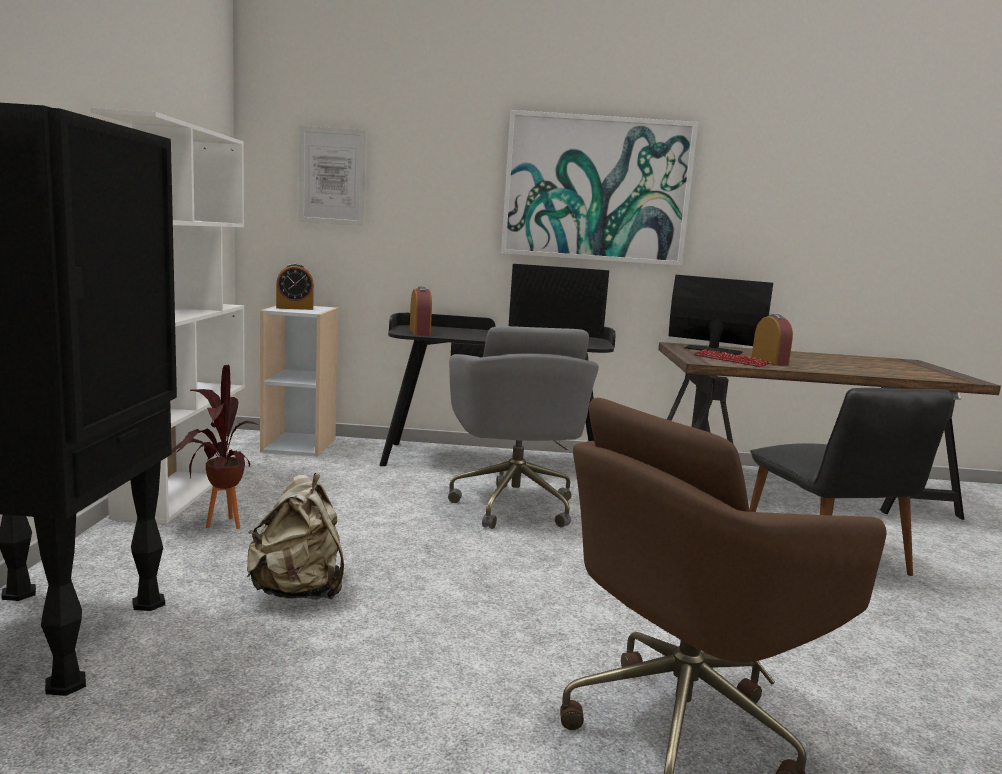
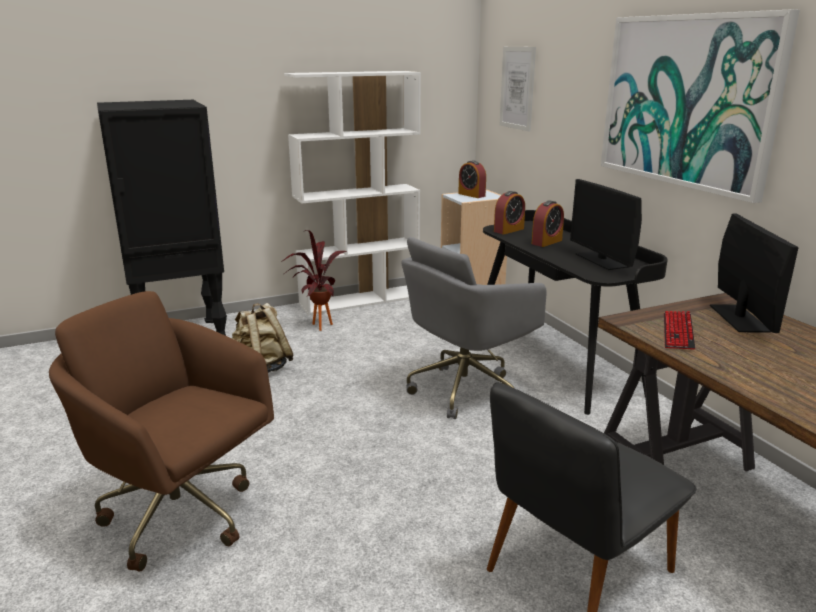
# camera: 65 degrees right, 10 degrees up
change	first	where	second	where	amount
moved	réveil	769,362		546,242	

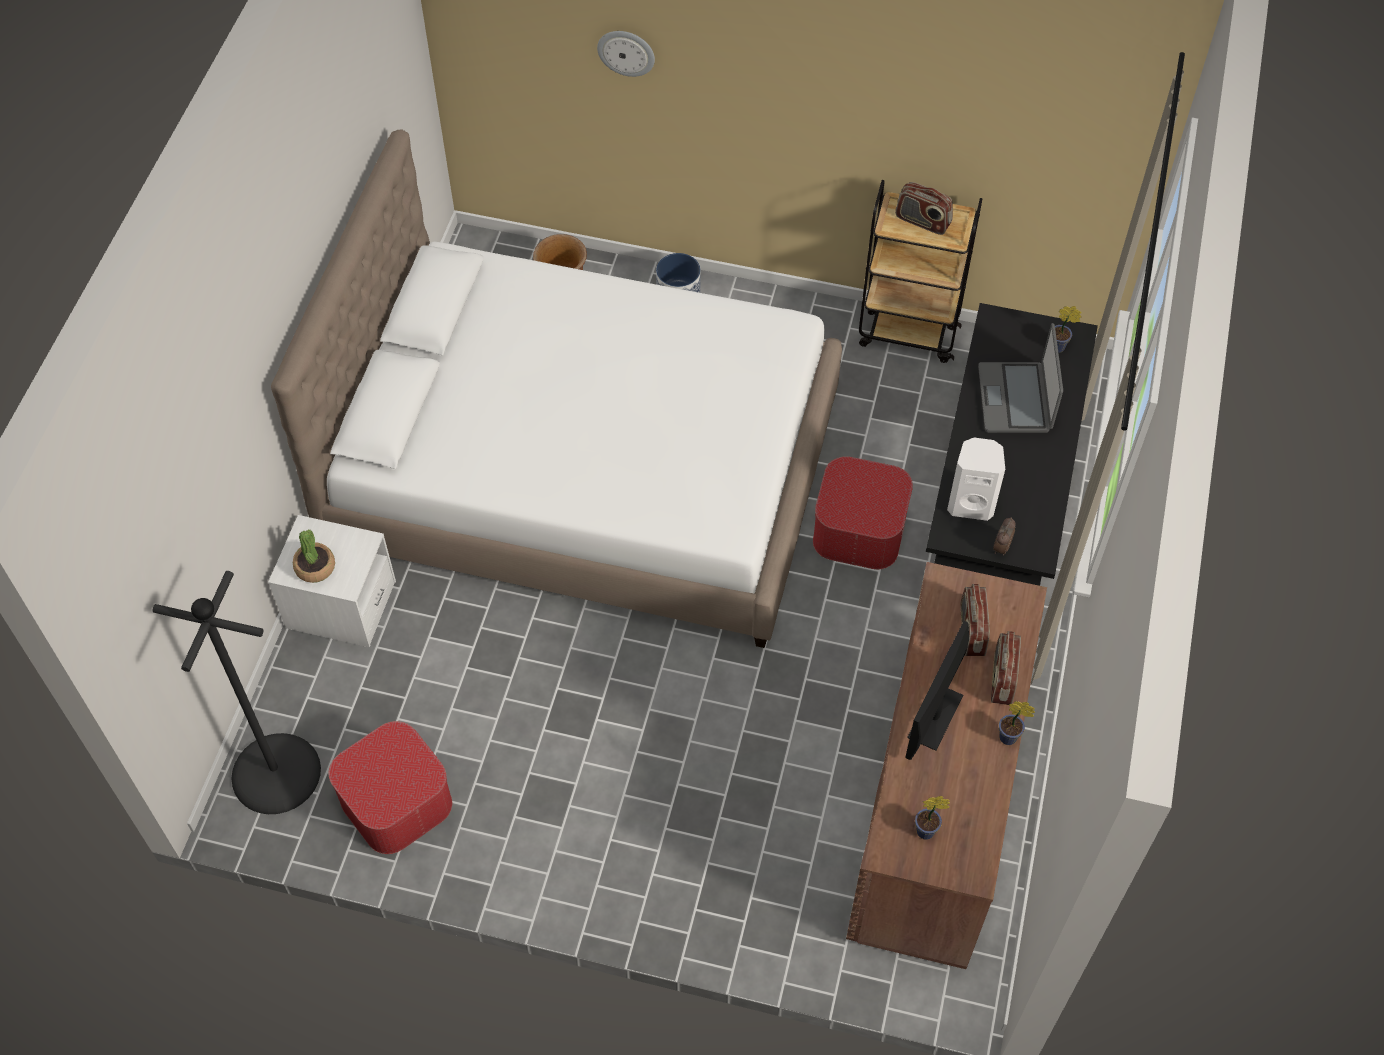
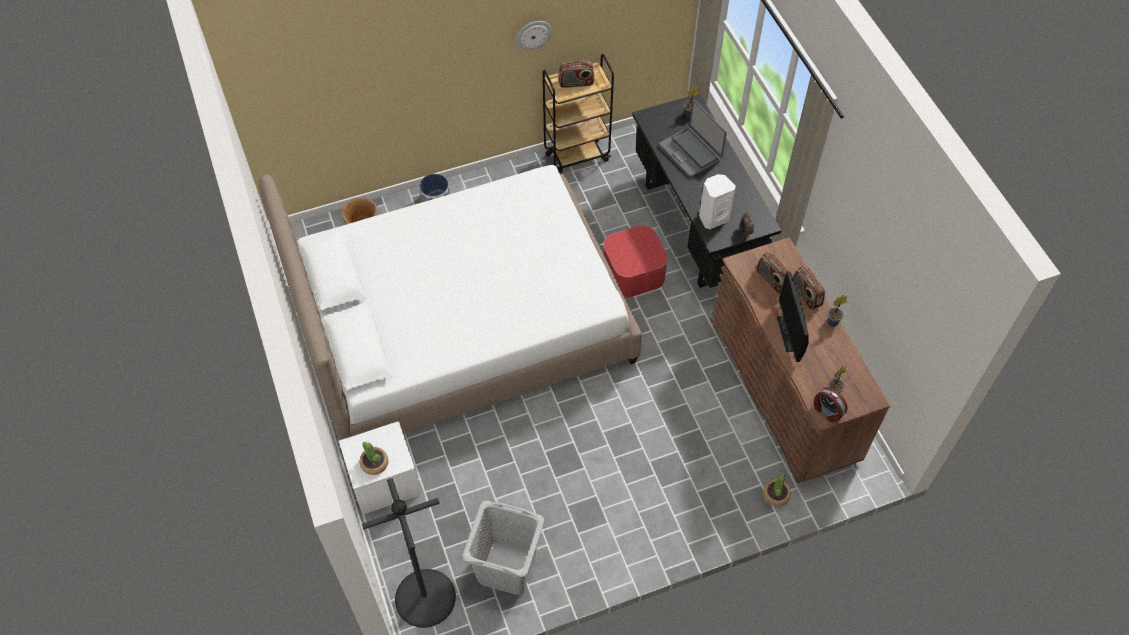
# camera: 35 degrees left, 0 degrees up
change	first	where	second	where	amount
replaced	pouf	395,801	panier à linge (gris)	506,568	
moved	horloge murale	626,52		533,34	
added			plante en pot	776,495	
added			réveil	827,411	

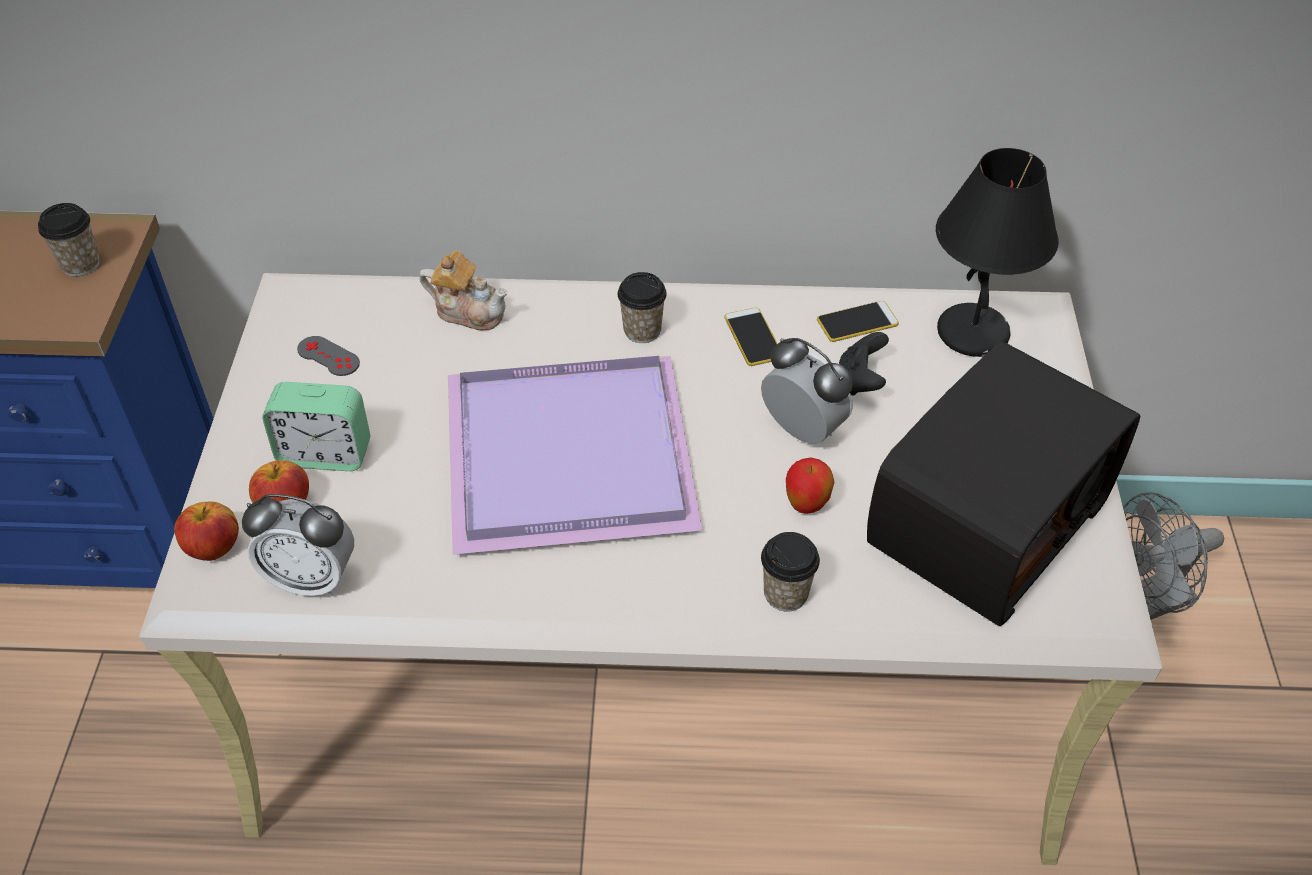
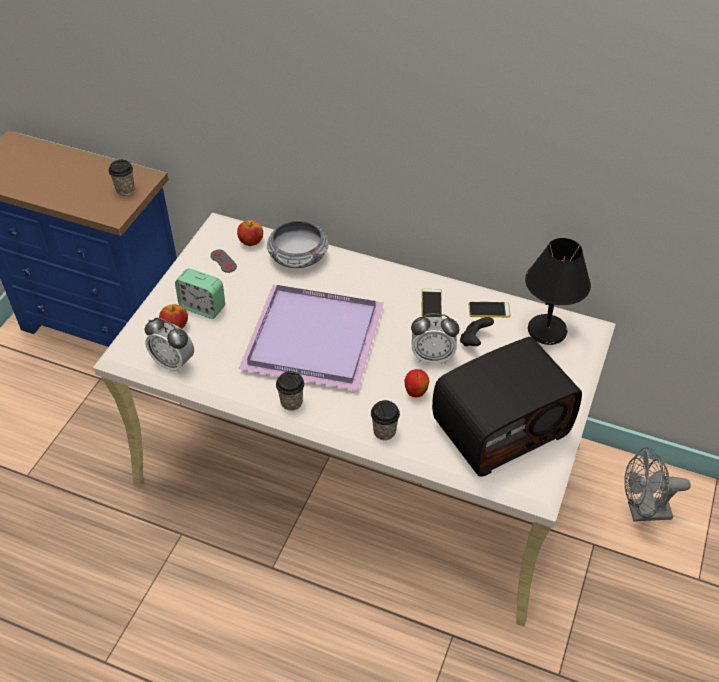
# camera: 20 degrees right, 0 degrees up
change	first	where	second	where	amount
moved	pomme	213,548		251,242	
replaced	théière	469,311	bol	298,255	
moved	tasse	642,331		291,402	
turned	réveil	802,430		432,356	120 degrees clockwise

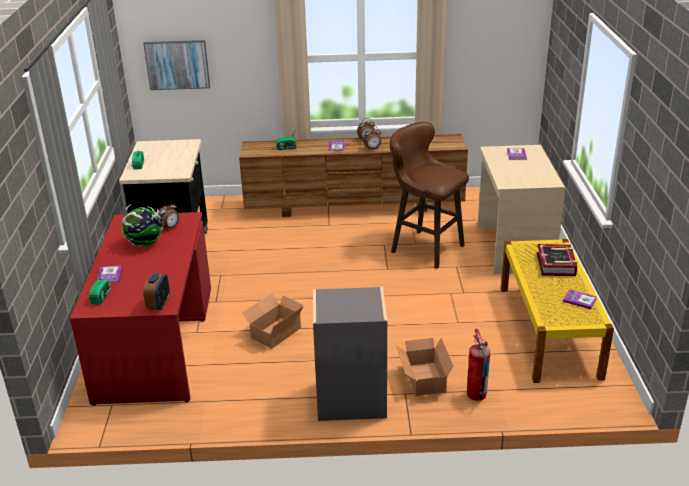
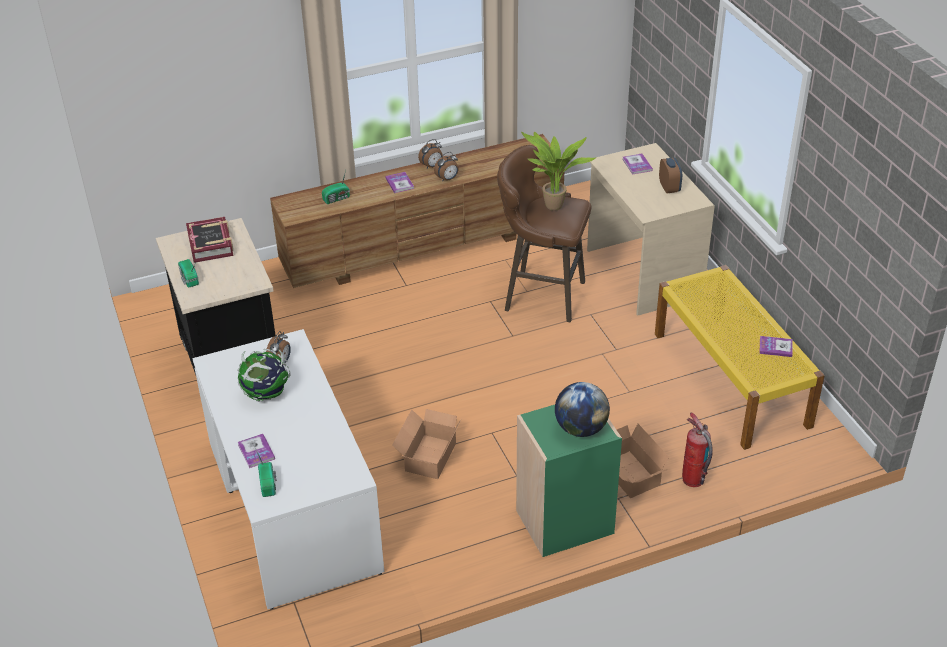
# camera: 20 degrees left, 10 degrees up
change	first	where	second	where	amount
moved	livre	556,264		211,244	
recoloured	bureau (rouge)	155,342	bureau (blanc)	292,506	
recoloured	bibliothèque (gris)	350,401	bibliothèque (vert)	564,523	
added			plante en pot	553,208	
added			globe	580,428	
moved	réveil	159,304		669,188	
removed	tableau	177,64			

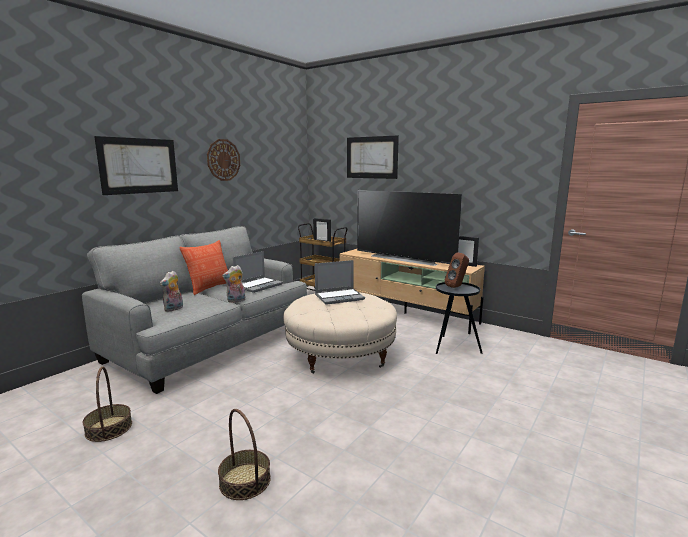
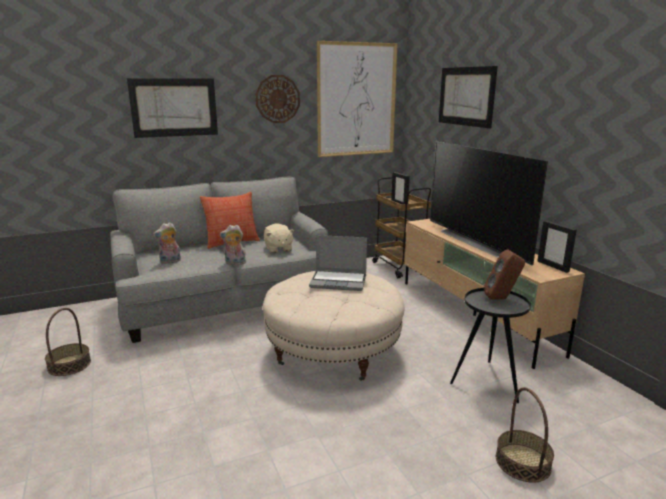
# camera: 30 degrees right, 5 degrees up
change	first	where	second	where	amount
replaced	ordinateur portable	259,285	peluche (beige)	278,249	
added			tableau	356,100	
moved	panier	245,481		523,462	

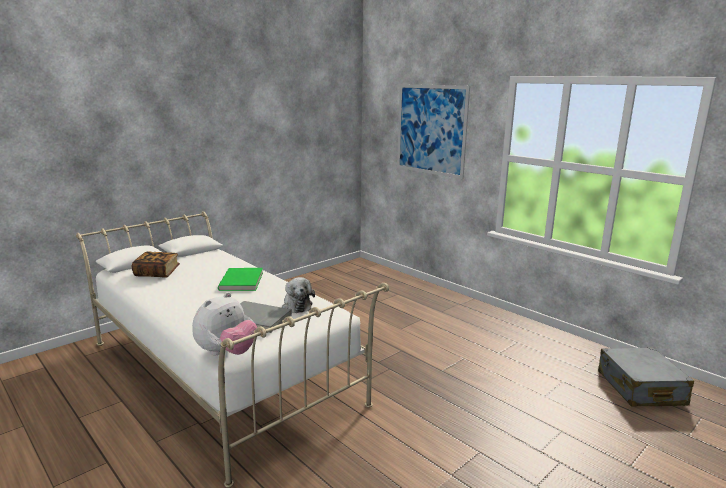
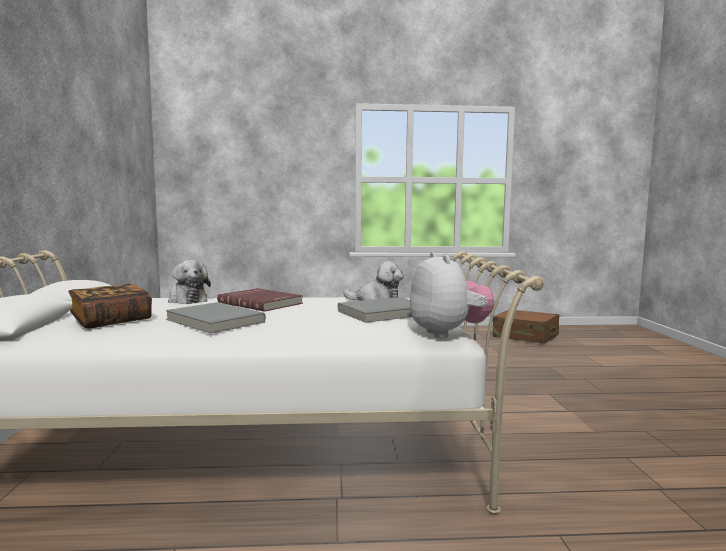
# camera: 50 degrees left, 10 degrees down
change	first	where	second	where	amount
added			livre (gris)	213,321	
added			peluche	187,300	
recoloured	livre (vert)	242,281	livre (rouge)	261,302	
recoloured	valise (gris)	640,388	valise (marron)	525,336	
removed	tableau	431,130			

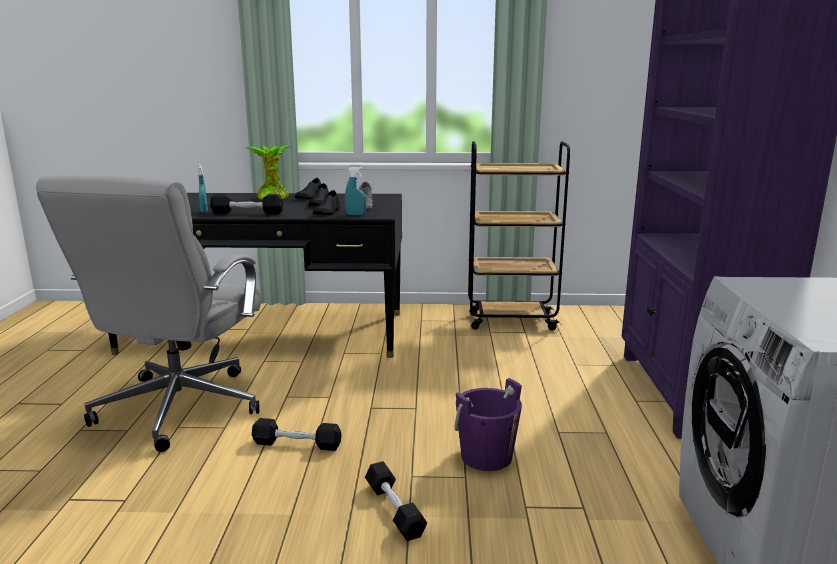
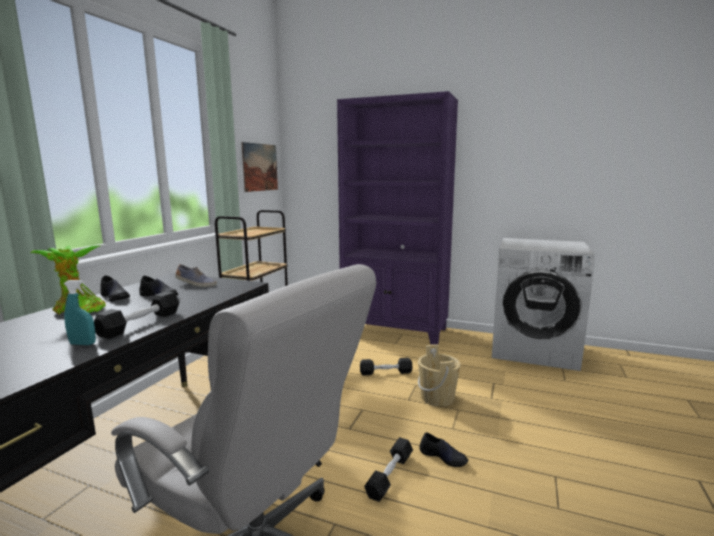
# camera: 70 degrees left, 5 degrees down
change	first	where	second	where	amount
added			tableau	260,167	
moved	haltère (noir)	394,510		385,372	
recoloured	seau (violet)	486,456	seau (beige)	437,397	
moved	chaussure (noir)	327,212		443,457	
removed	vaporisateur (turquoise)	356,214			

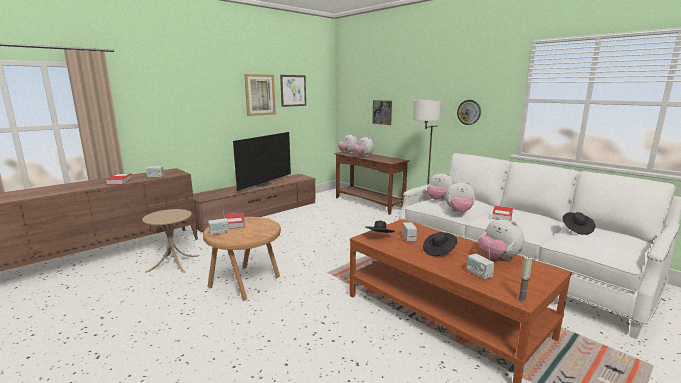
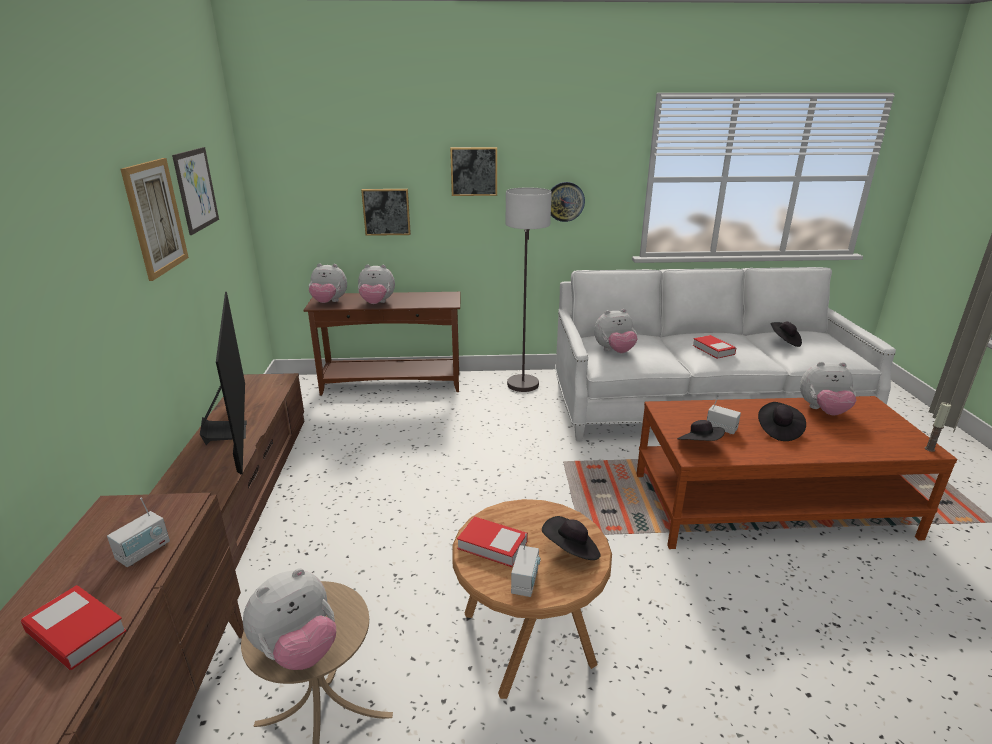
# camera: 50 degrees left, 10 degrees up
change	first	where	second	where	amount
moved	peluche	459,212		298,650	
added			tableau	474,171	
added			chapeau (noir)	571,551	
removed	radio	479,274			

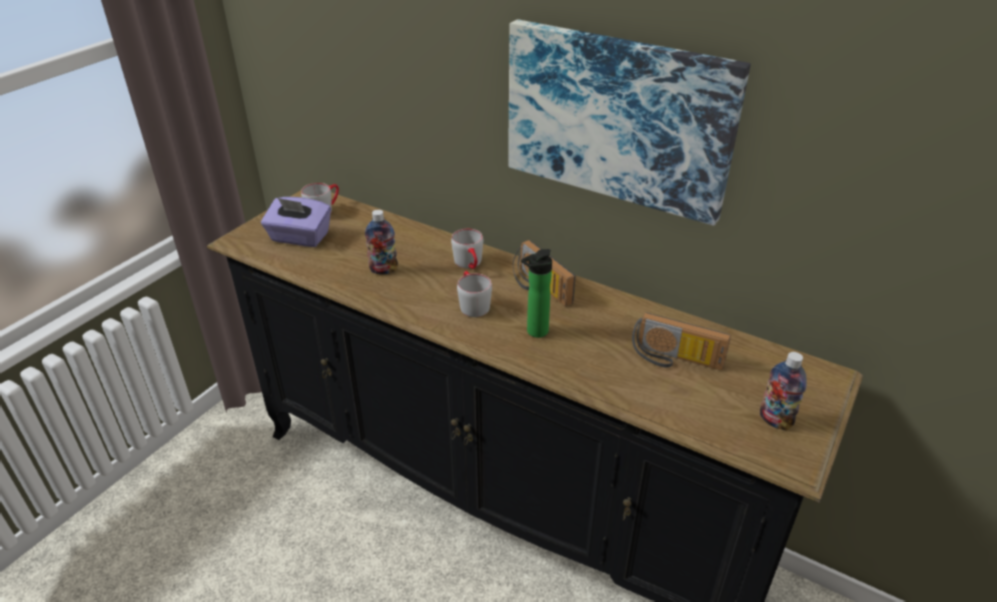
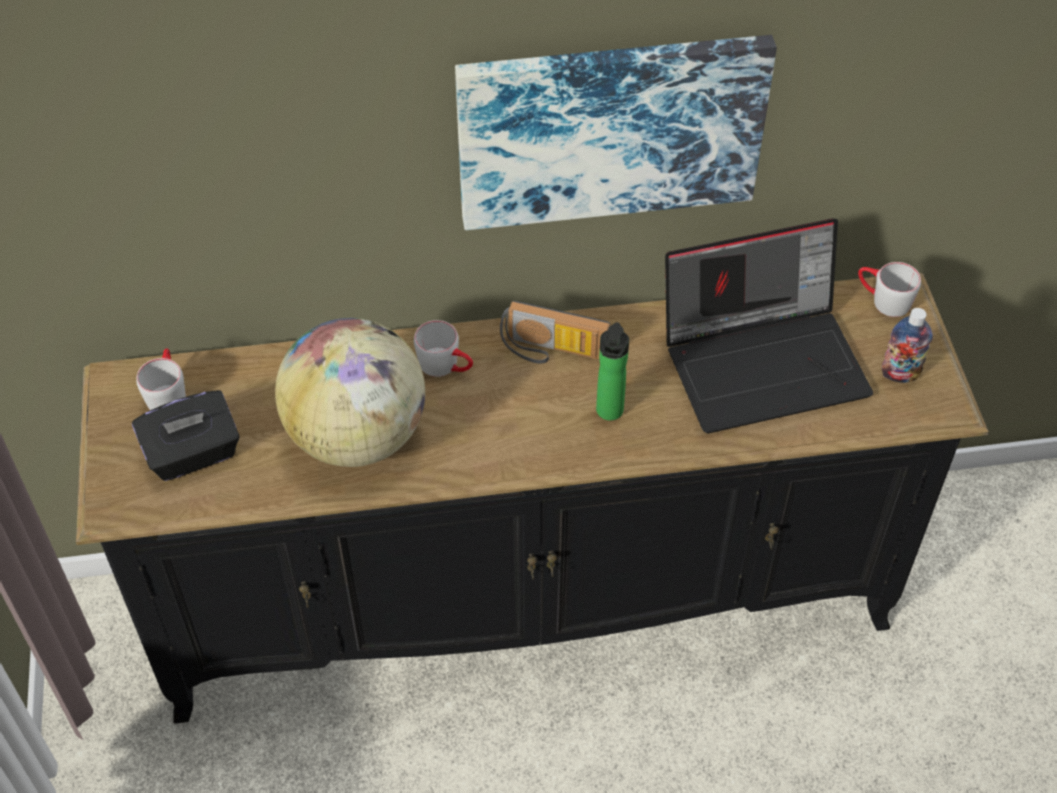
# camera: 40 degrees left, 15 degrees up
change	first	where	second	where	amount
recoloured	boîte à mouchoirs (violet)	299,238	boîte à mouchoirs (noir)	193,454	
replaced	bouteille	383,270	globe	357,436	
replaced	radio	675,360	ordinateur portable	765,361	
moved	mug (gris)	472,304		883,300	

